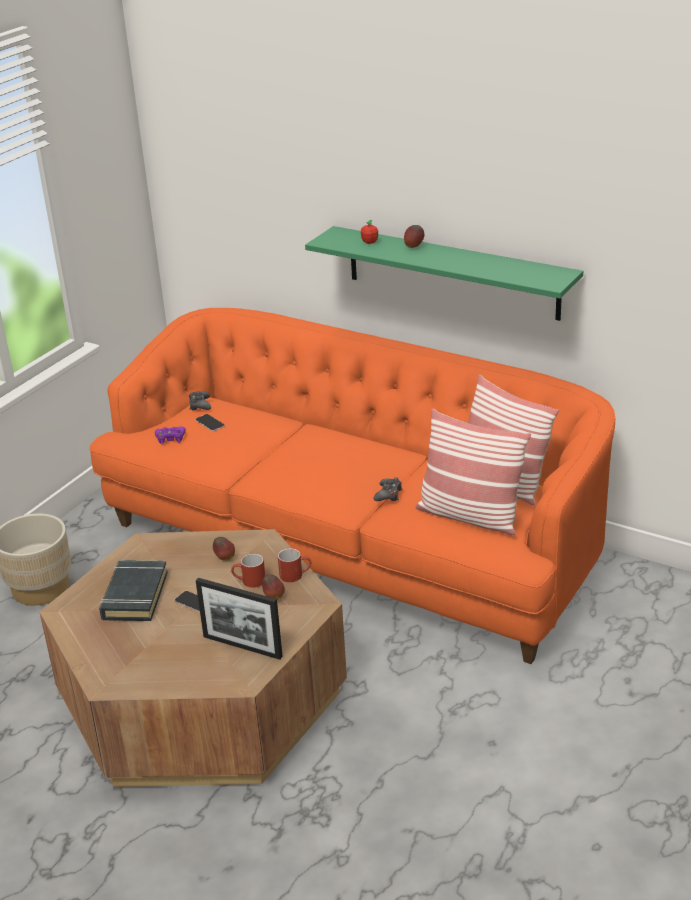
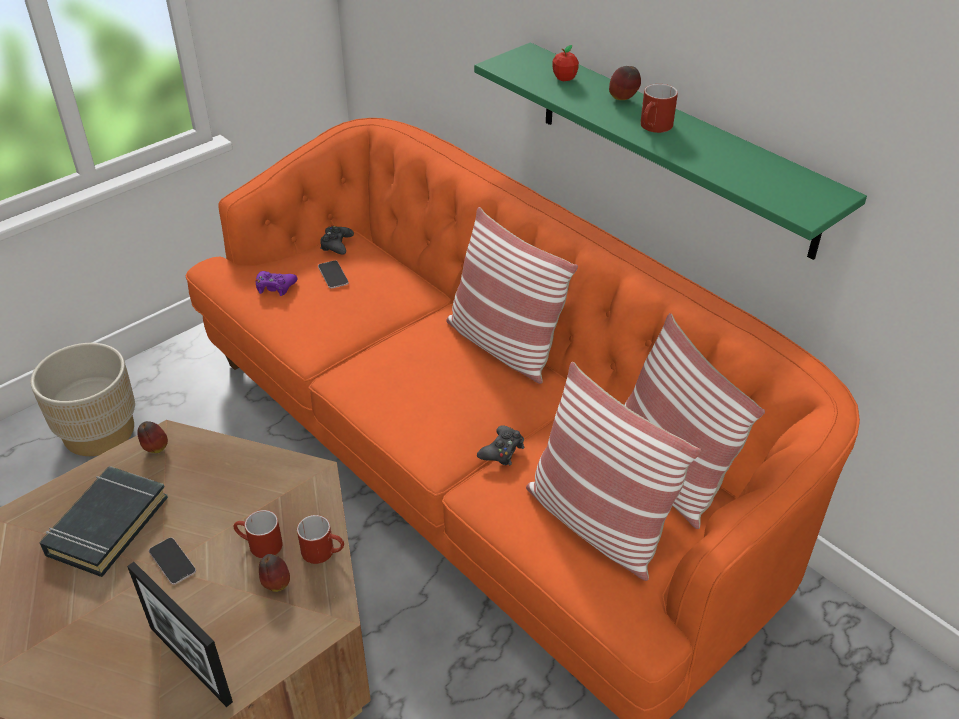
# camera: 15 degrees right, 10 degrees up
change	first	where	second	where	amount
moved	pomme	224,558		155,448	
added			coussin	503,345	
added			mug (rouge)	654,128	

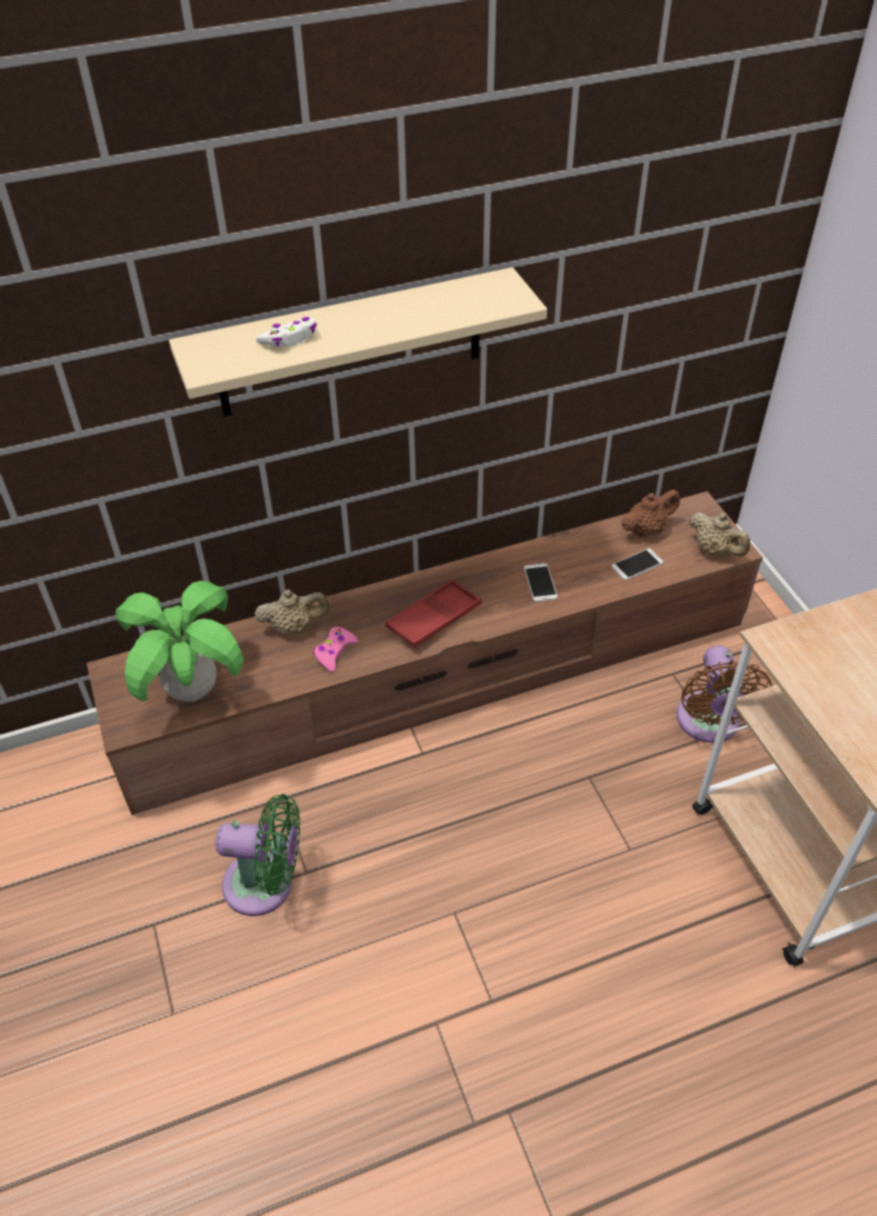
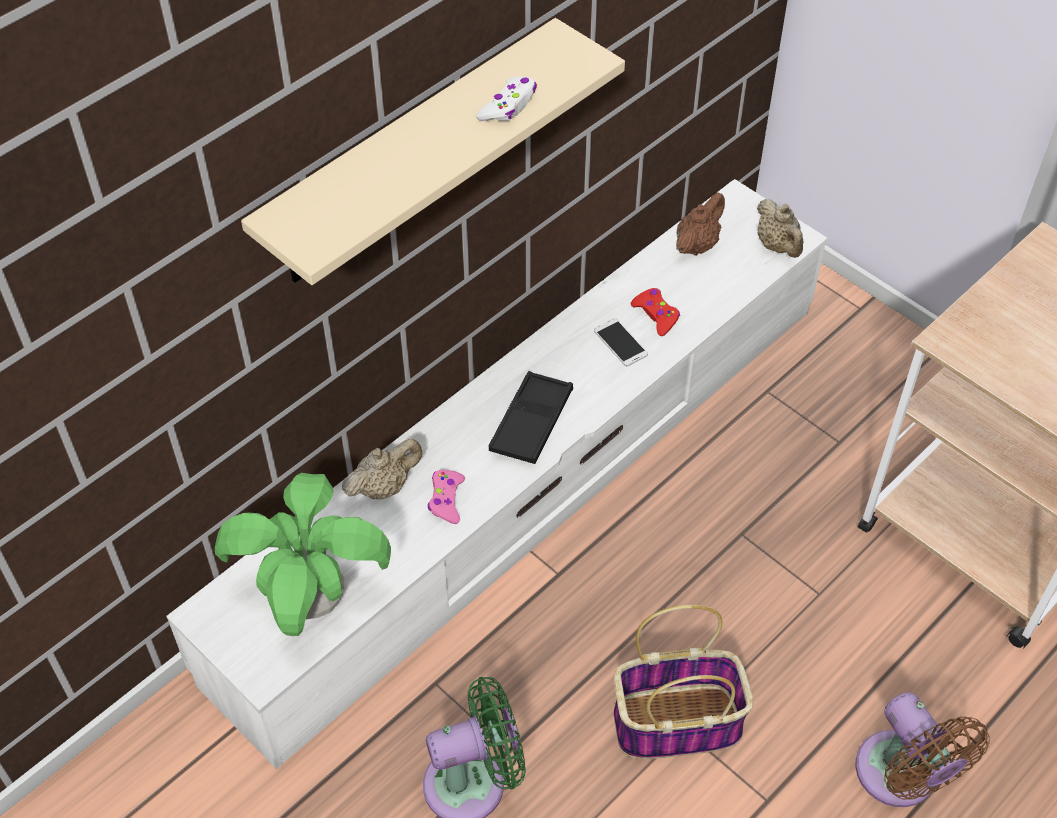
# camera: 25 degrees left, 5 degrees up
change	first	where	second	where	amount
recoloured	meuble télé (marron)	439,675	meuble télé (blanc)	527,480	
moved	manette (blanc)	290,339		508,106	
recoloured	plateau (rouge)	434,618	plateau (noir)	531,422	
added			panier	678,722	
added			manette (rouge)	656,315	
turned	théière (beige)	715,551		778,246	45 degrees clockwise
moved	ventilateur (marron)	708,724		901,778	
removed	téléphone	637,565			

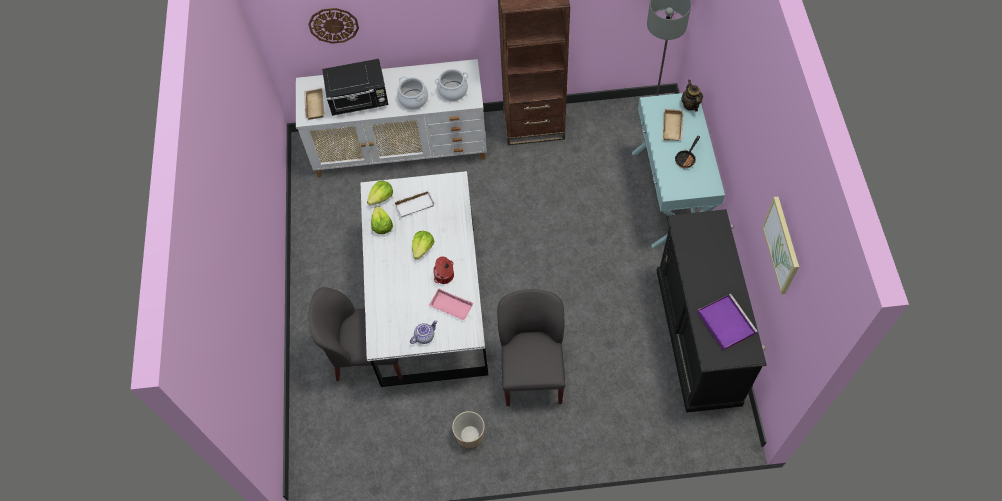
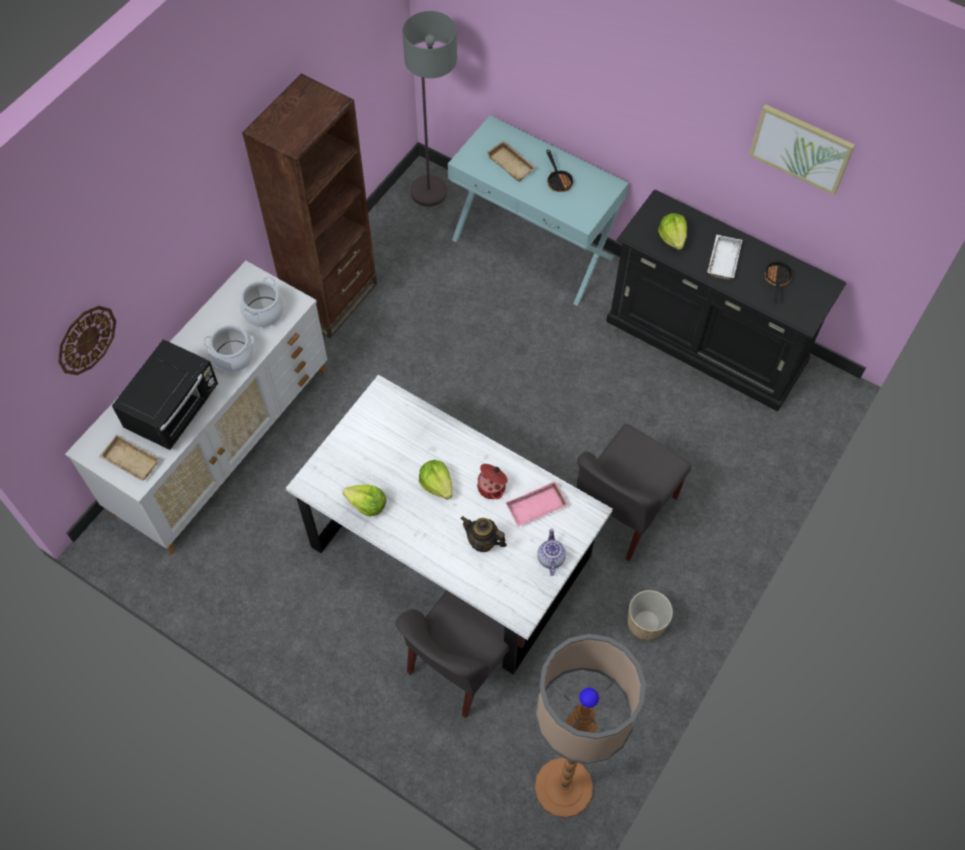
# camera: 55 degrees left, 0 degrees up
change	first	where	second	where	amount
moved	théière	690,105		483,542	
added			lampadaire	563,787	
turned	chaise (gris)	532,371		622,511	90 degrees counterclockwise
moved	laitue	381,198		672,237	
moved	plateau (blanc)	414,204		722,259	
replaced	plateau (violet)	725,322	poêle	776,280	

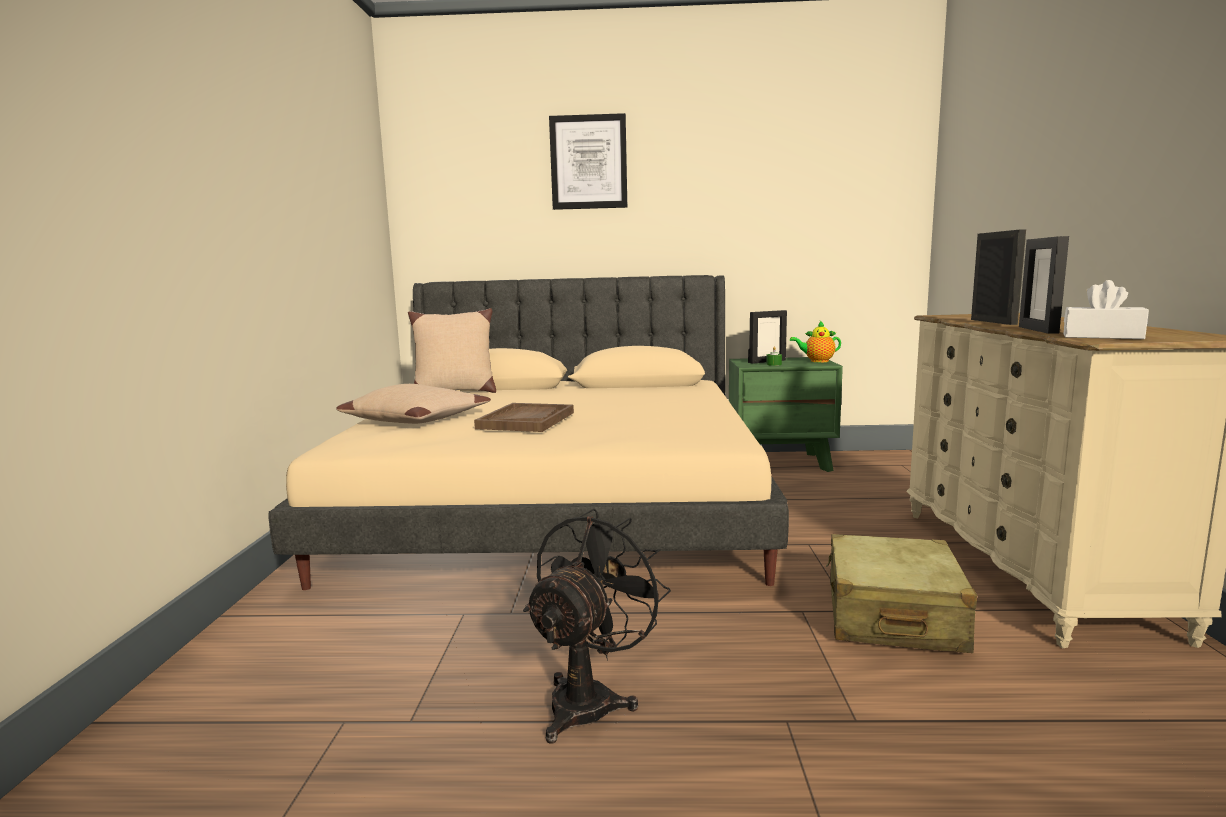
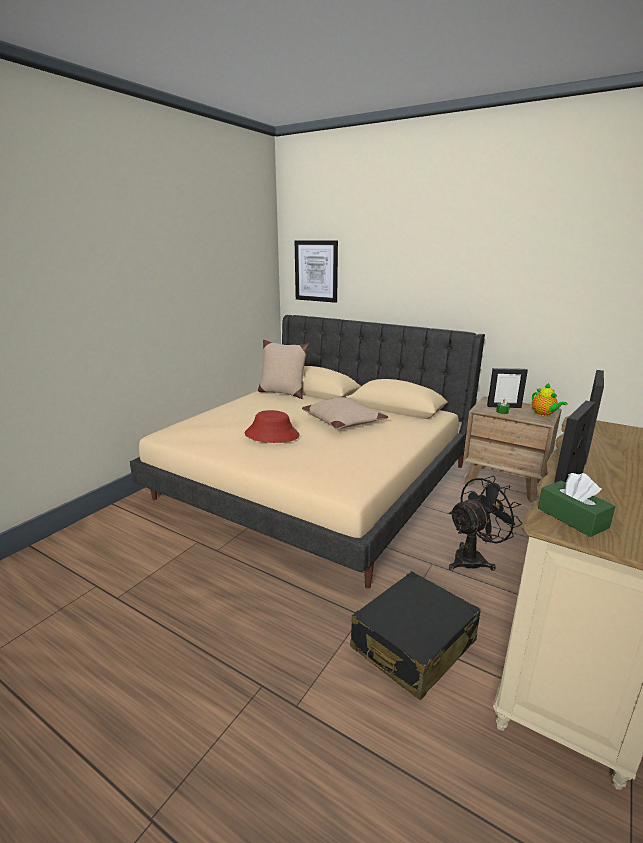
# camera: 30 degrees right, 10 degrees up
change	first	where	second	where	amount
replaced	plateau (marron)	526,420	chapeau (rouge)	272,435	
moved	tableau	588,162		316,271	
moved	coussin (beige)	417,420		344,421	
recoloured	valise (beige)	892,615	valise (noir)	413,645	
moved	ventilateur (noir)	591,699		474,558	
recoloured	table de chevet (vert)	781,462	table de chevet (marron)	504,482	
turned	théière	817,361		544,415	150 degrees counterclockwise
recoloured	boîte à mouchoirs (blanc)	1102,336	boîte à mouchoirs (vert)	572,518	

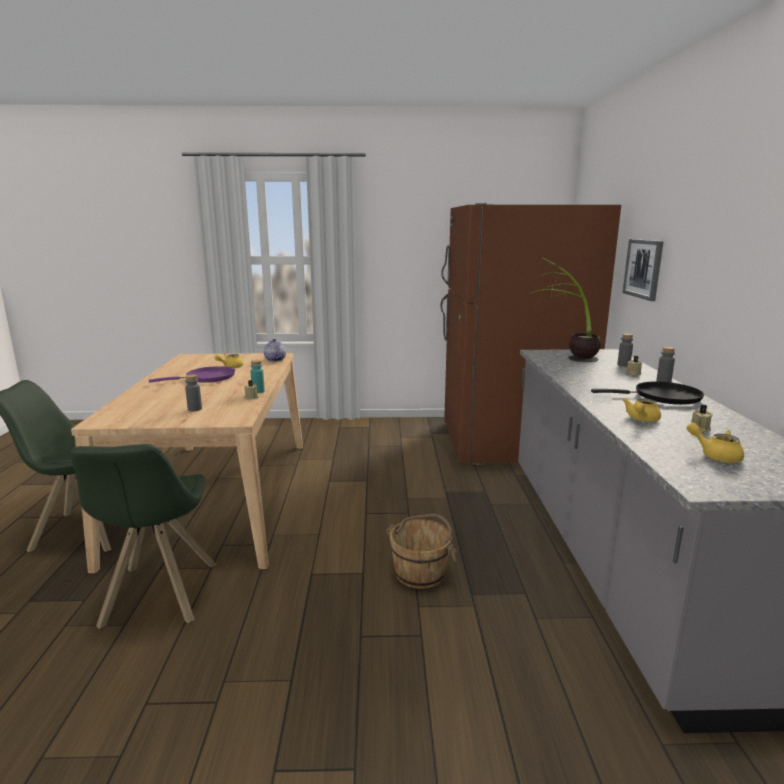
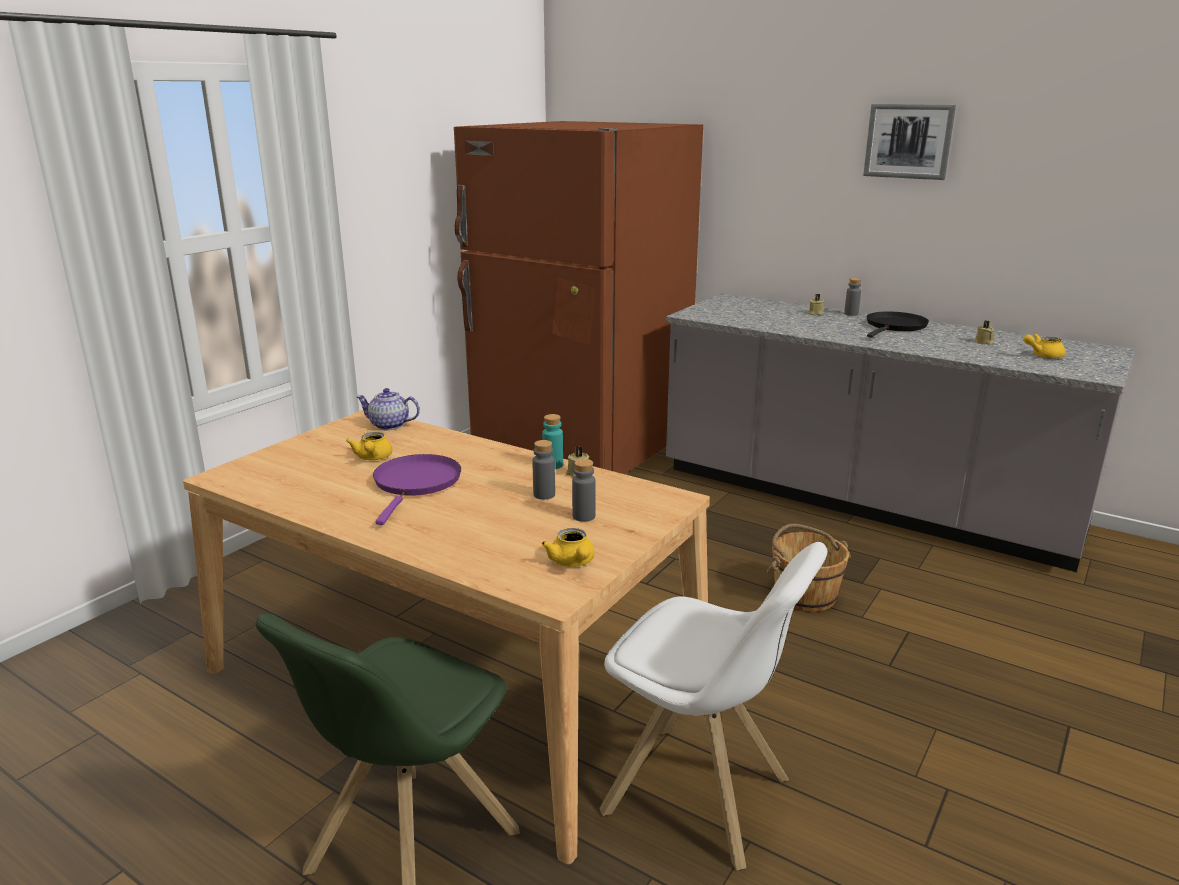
# camera: 55 degrees left, 5 degrees up
change	first	where	second	where	amount
moved	bouteille (gris)	623,365		544,495	
moved	théière (jaune)	641,419		572,562	
recoloured	chaise (vert)	159,594	chaise (blanc)	698,795	
moved	tableau	643,268		908,141	
removed	plante en pot	567,359			

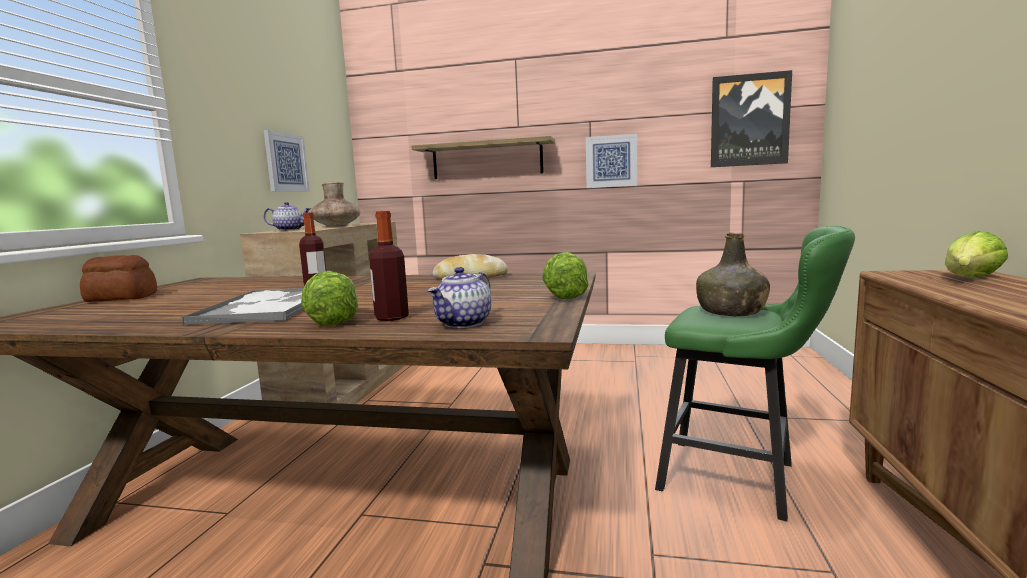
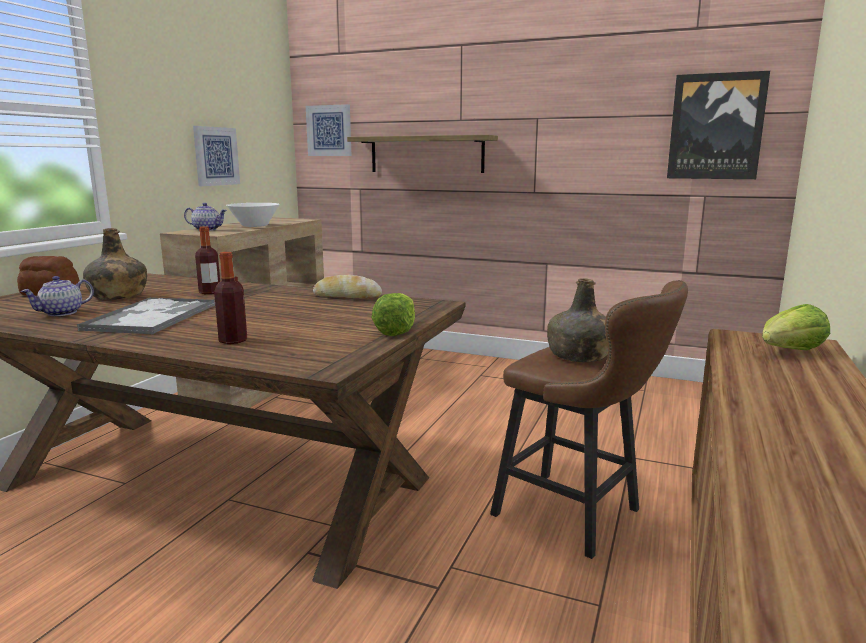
# camera: 10 degrees right, 5 degrees up
change	first	where	second	where	amount
moved	théière	463,323		61,313	
added			bouteille (vert)	117,296	
replaced	vase (marron)	336,226	bol (blanc)	254,226	
moved	tableau	611,161		329,130	
recoloured	tabouret (vert)	746,480	tabouret (marron)	582,518	
removed	laitue	335,321			

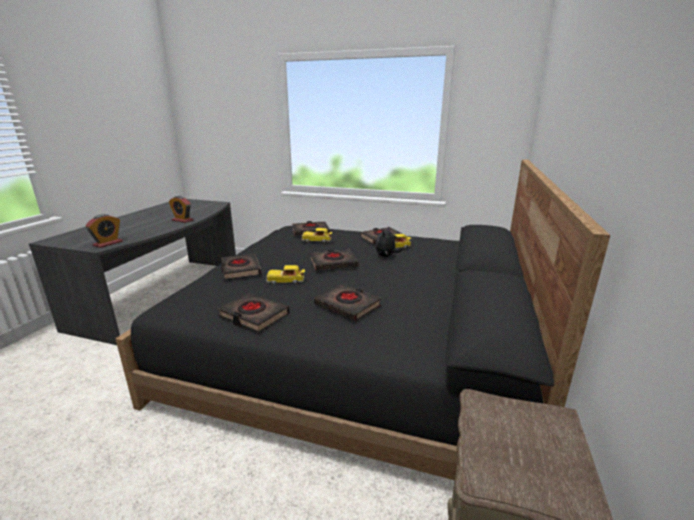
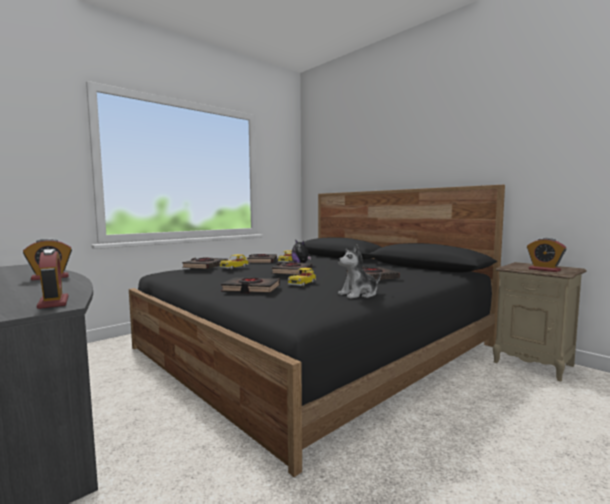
# camera: 60 degrees left, 15 degrees down
change	first	where	second	where	amount
replaced	livre (noir)	254,315	peluche	359,294	
added			réveil	544,270	

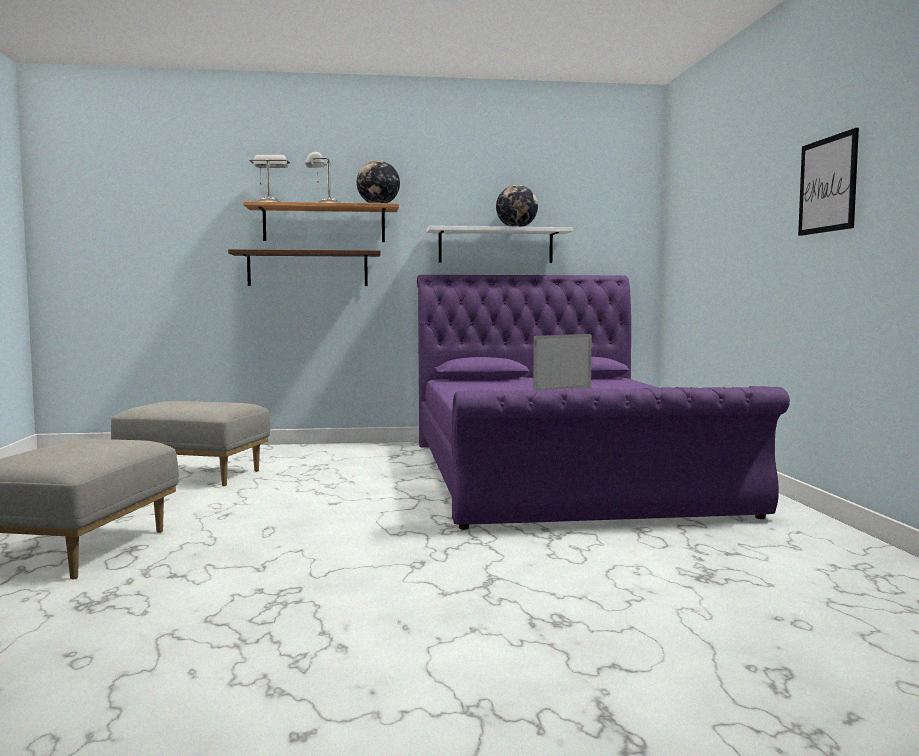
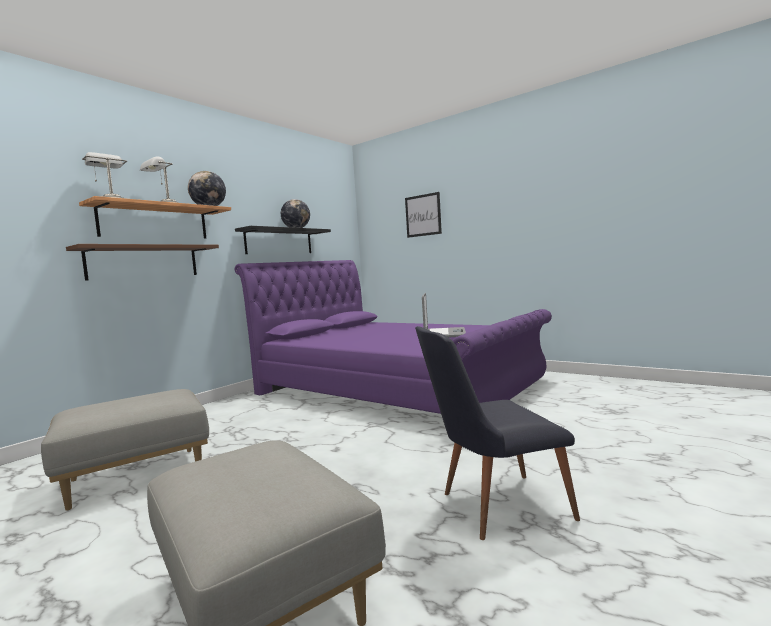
# camera: 45 degrees left, 0 degrees up
change	first	where	second	where	amount
recoloured	étagère (blanc)	495,246	étagère (noir)	279,242	
moved	tableau	828,185		423,215	
added			chaise (noir)	493,506	

